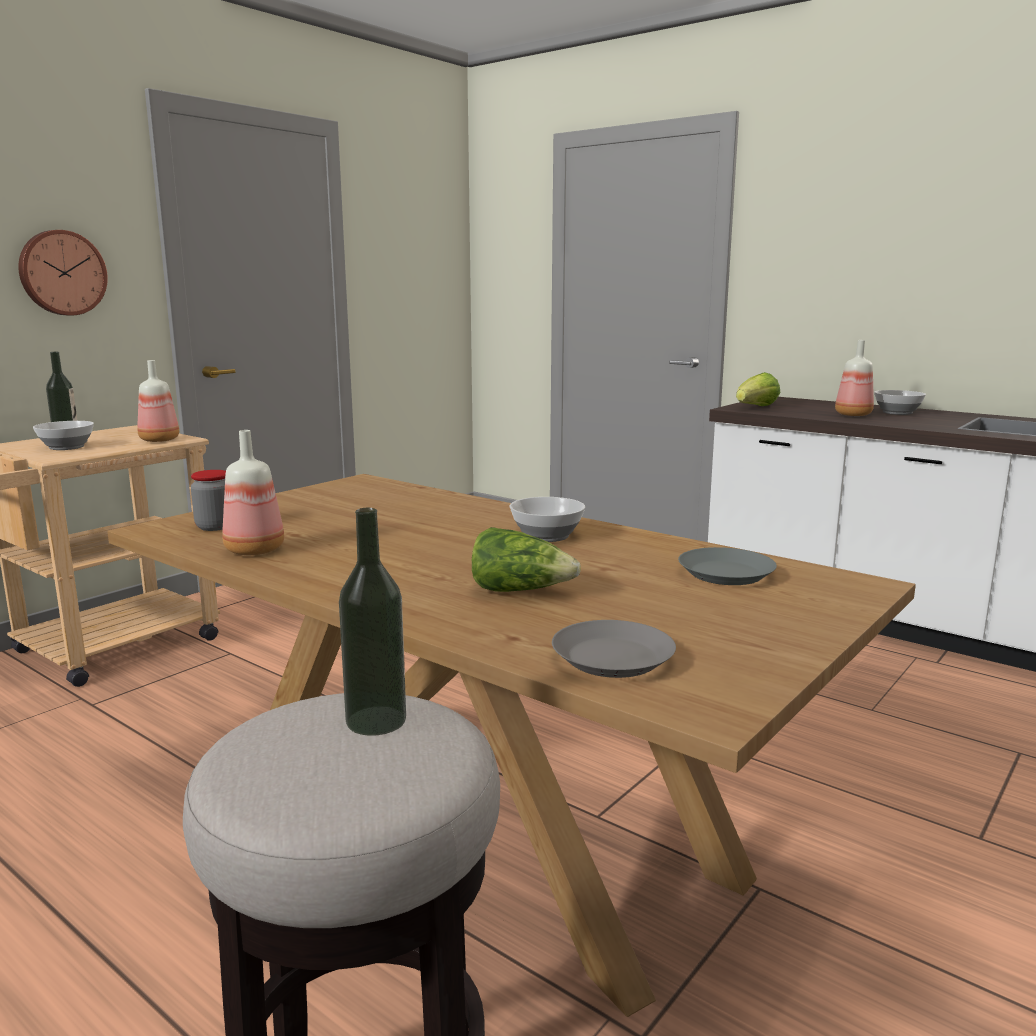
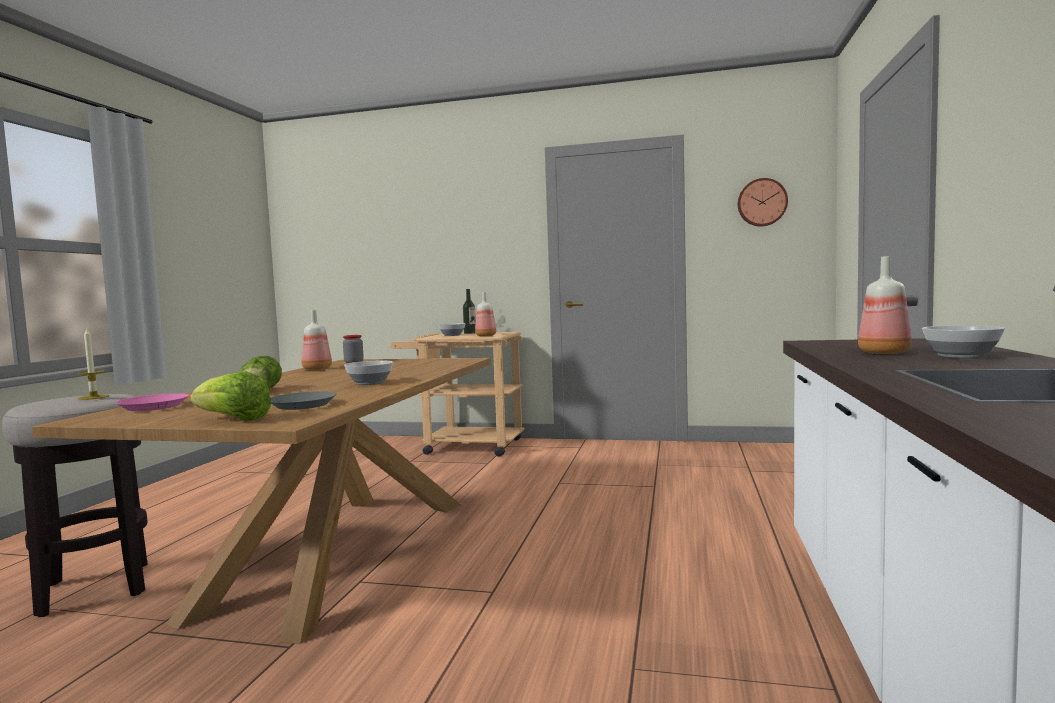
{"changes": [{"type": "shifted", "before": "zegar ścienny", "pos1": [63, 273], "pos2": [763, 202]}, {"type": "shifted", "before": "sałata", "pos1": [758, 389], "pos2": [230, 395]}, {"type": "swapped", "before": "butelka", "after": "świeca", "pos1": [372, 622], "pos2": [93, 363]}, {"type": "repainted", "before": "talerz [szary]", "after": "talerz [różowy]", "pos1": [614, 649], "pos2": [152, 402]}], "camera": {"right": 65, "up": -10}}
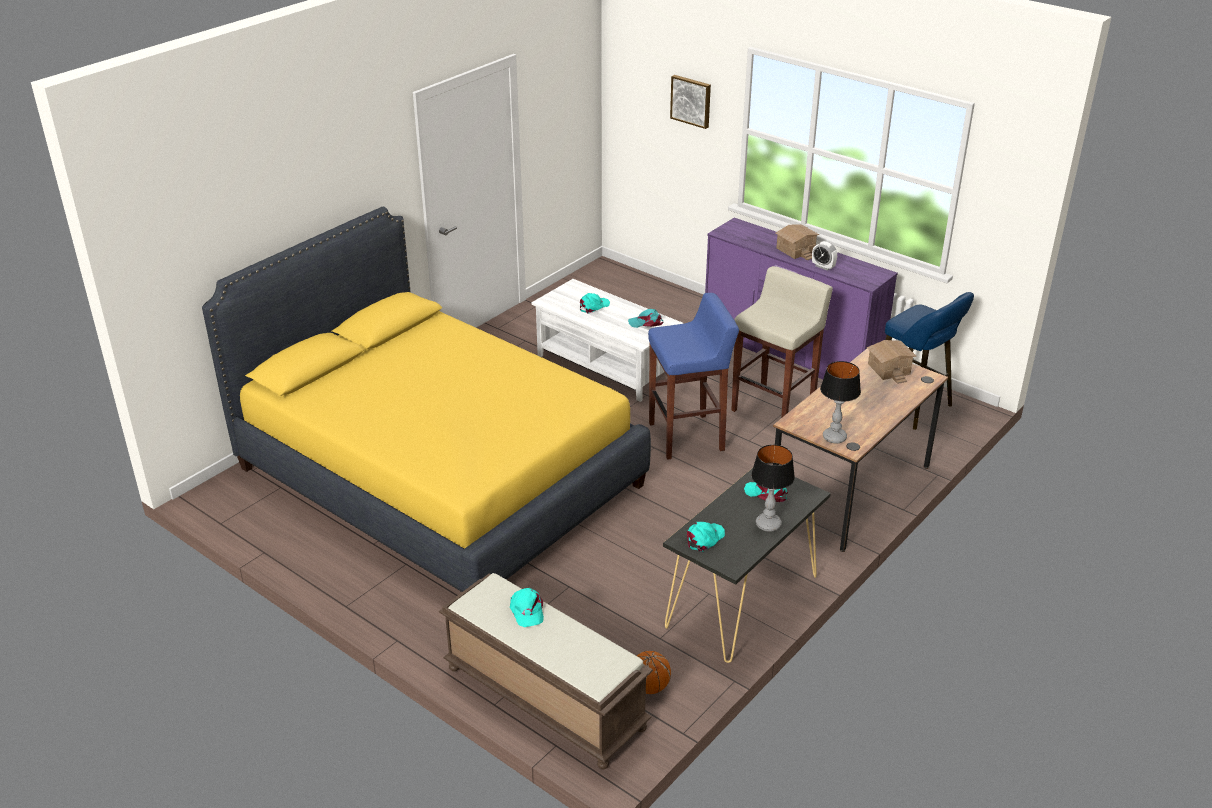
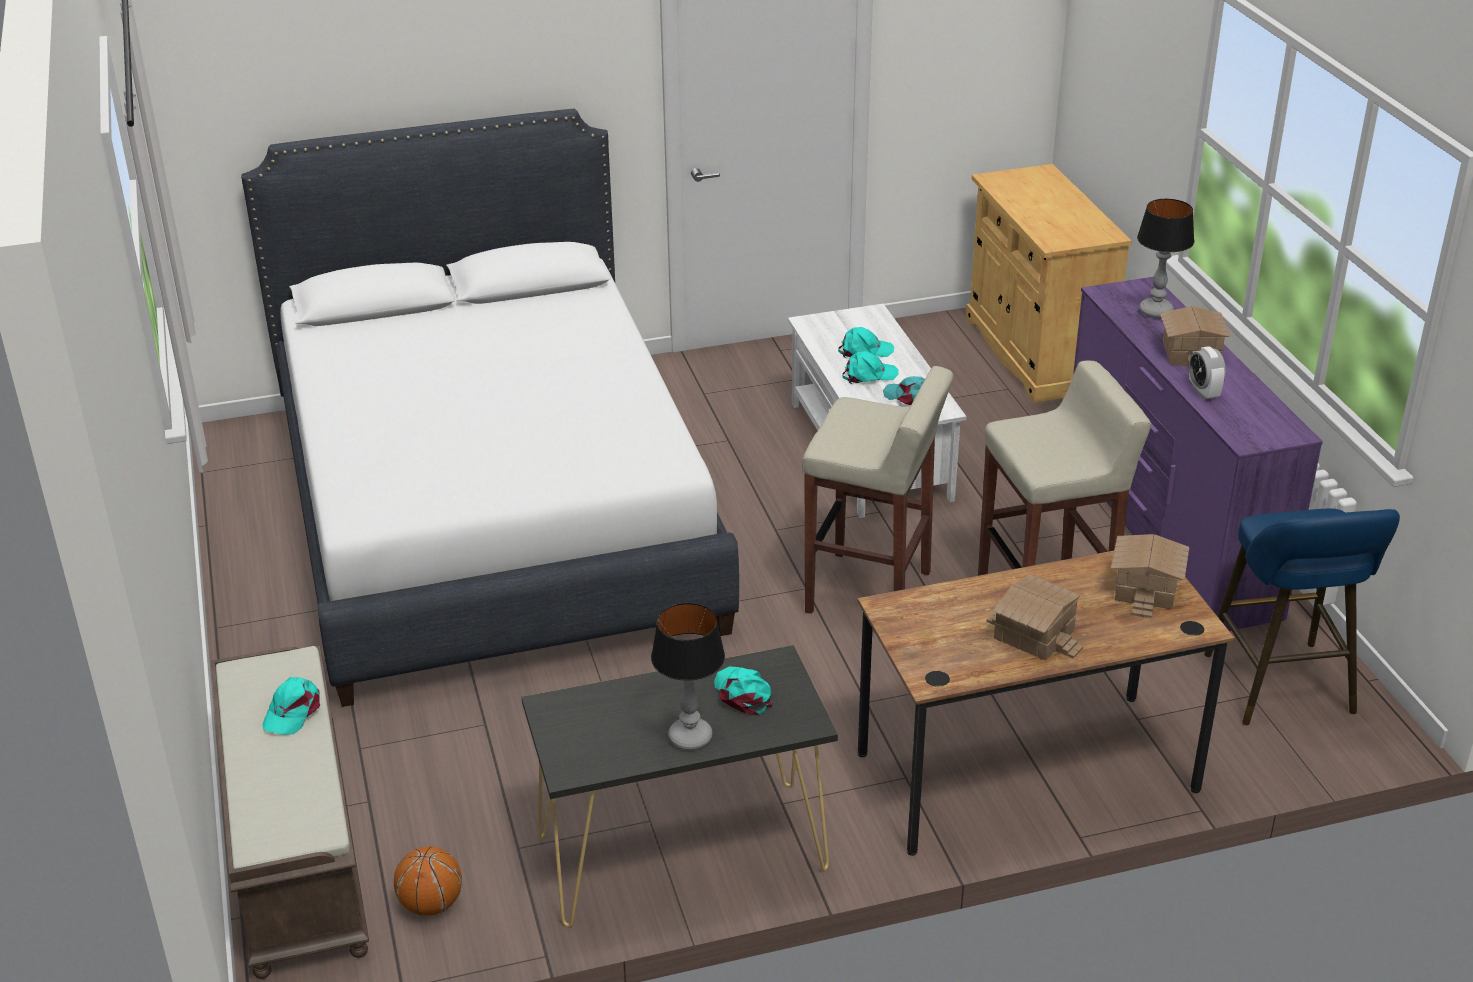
{"changes": [{"type": "gone", "before": "obraz", "pos1": [690, 102]}, {"type": "repainted", "before": "łóżko [żółty]", "after": "łóżko [biały]", "pos1": [426, 399], "pos2": [490, 408]}, {"type": "repainted", "before": "stołek [niebieski]", "after": "stołek [beżowy]", "pos1": [693, 376], "pos2": [877, 490]}, {"type": "shifted", "before": "lampa stołowa", "pos1": [840, 402], "pos2": [1165, 258]}, {"type": "shifted", "before": "czapka z daszkiem [turkusowy]", "pos1": [706, 537], "pos2": [870, 367]}, {"type": "new", "after": "szafka [beżowy]", "pos2": [1049, 283]}, {"type": "new", "after": "domek", "pos2": [1034, 617]}], "camera": {"right": 35, "up": 0}}
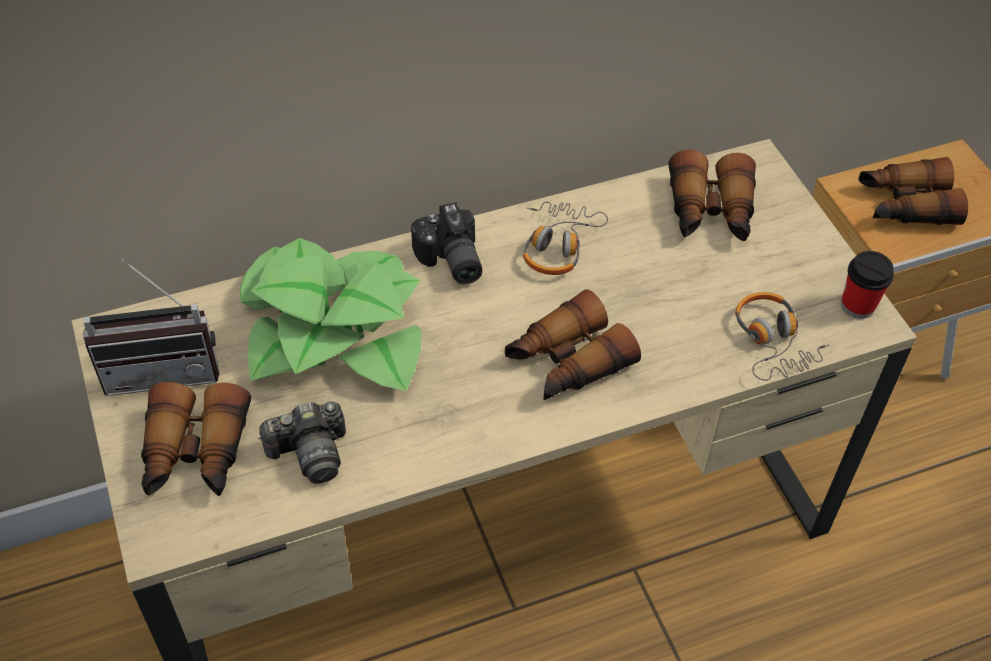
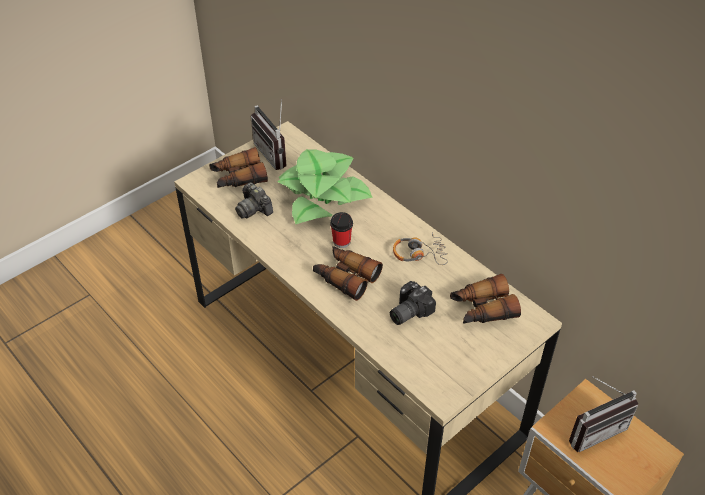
{"changes": [{"type": "swapped", "before": "lornetka", "after": "radio", "pos1": [913, 191], "pos2": [603, 414]}, {"type": "shifted", "before": "aparat fotograficzny", "pos1": [446, 243], "pos2": [413, 303]}, {"type": "shifted", "before": "filiżanka", "pos1": [867, 285], "pos2": [341, 230]}, {"type": "gone", "before": "słuchawki", "pos1": [782, 336]}], "camera": {"right": 70, "up": -5}}
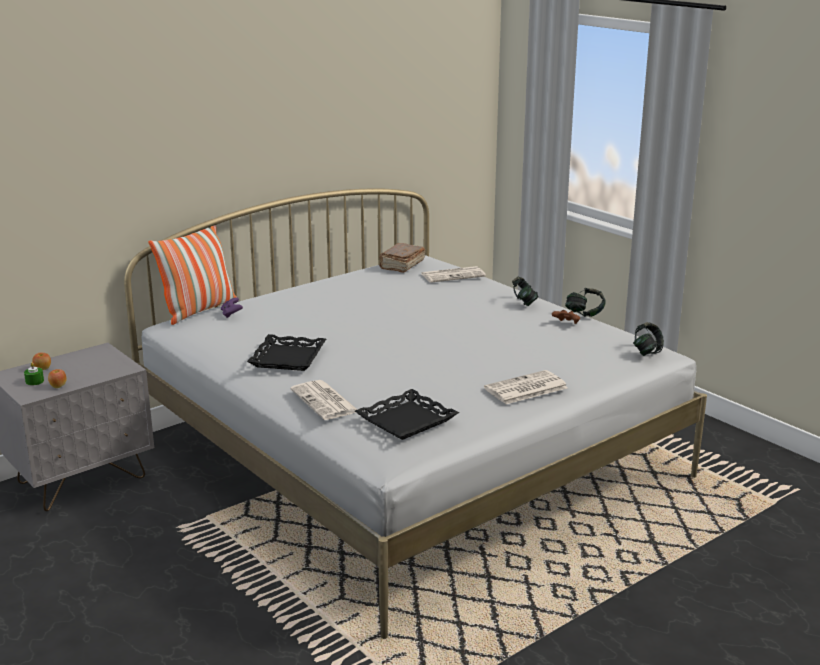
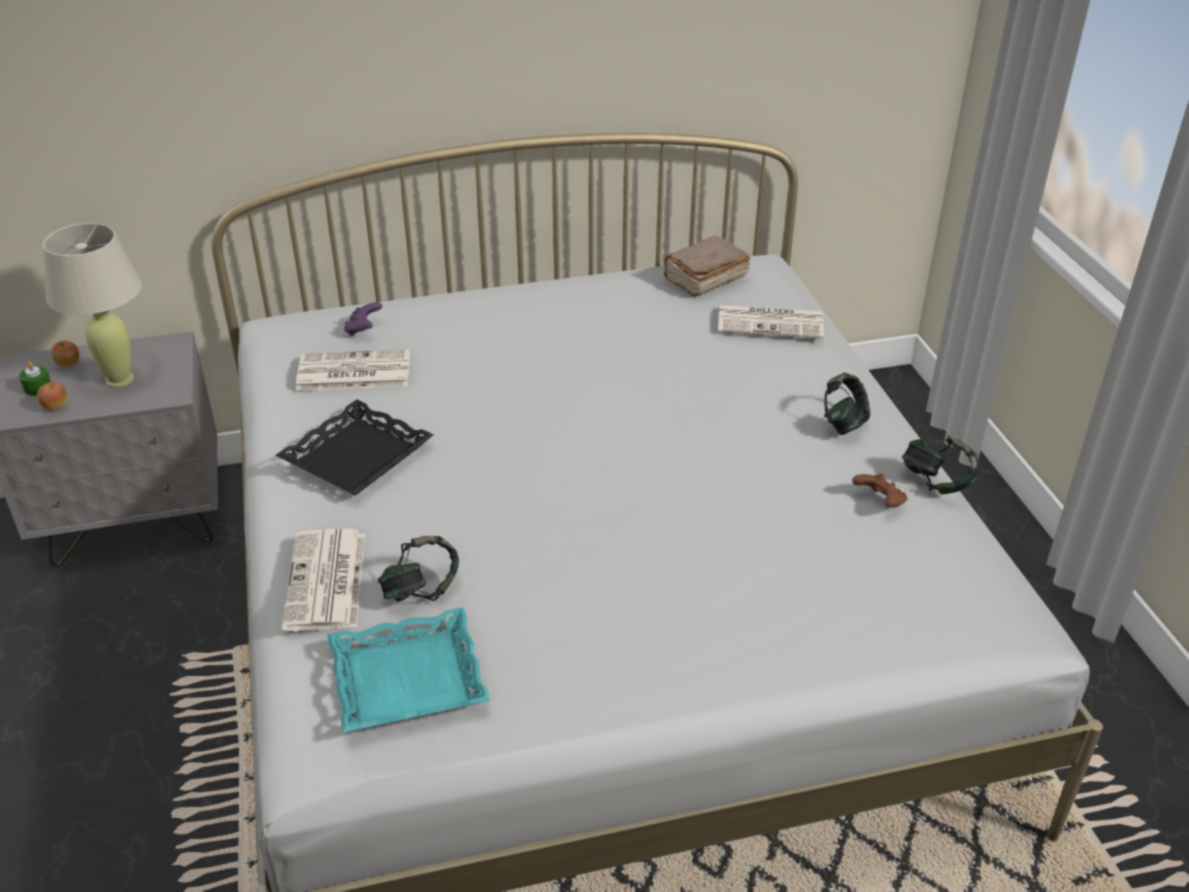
{"changes": [{"type": "gone", "before": "poduszka", "pos1": [192, 275]}, {"type": "shifted", "before": "słuchawki", "pos1": [648, 339], "pos2": [418, 569]}, {"type": "shifted", "before": "gazeta", "pos1": [526, 387], "pos2": [353, 370]}, {"type": "repainted", "before": "taca [czarny]", "after": "taca [turkusowy]", "pos1": [407, 414], "pos2": [408, 670]}, {"type": "new", "after": "lampa stołowa [beżowy]", "pos2": [92, 305]}], "camera": {"right": 25, "up": 15}}
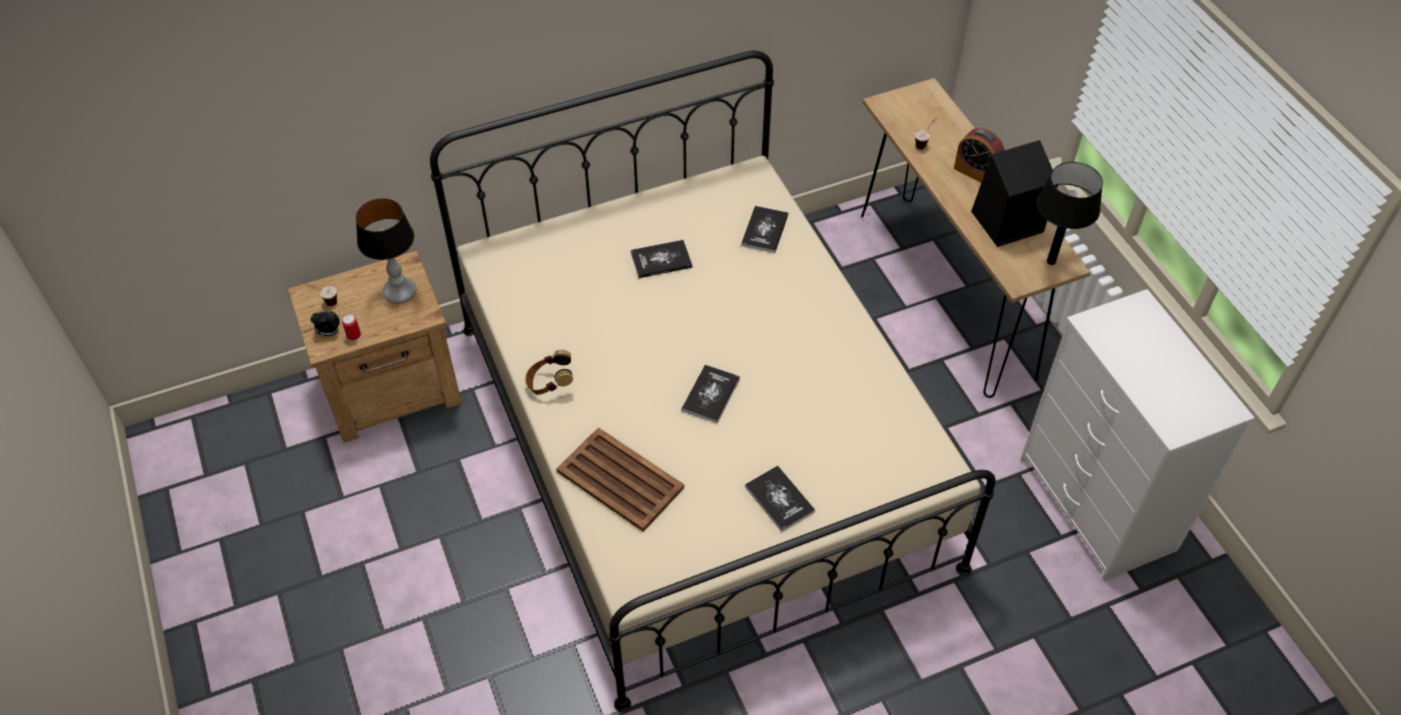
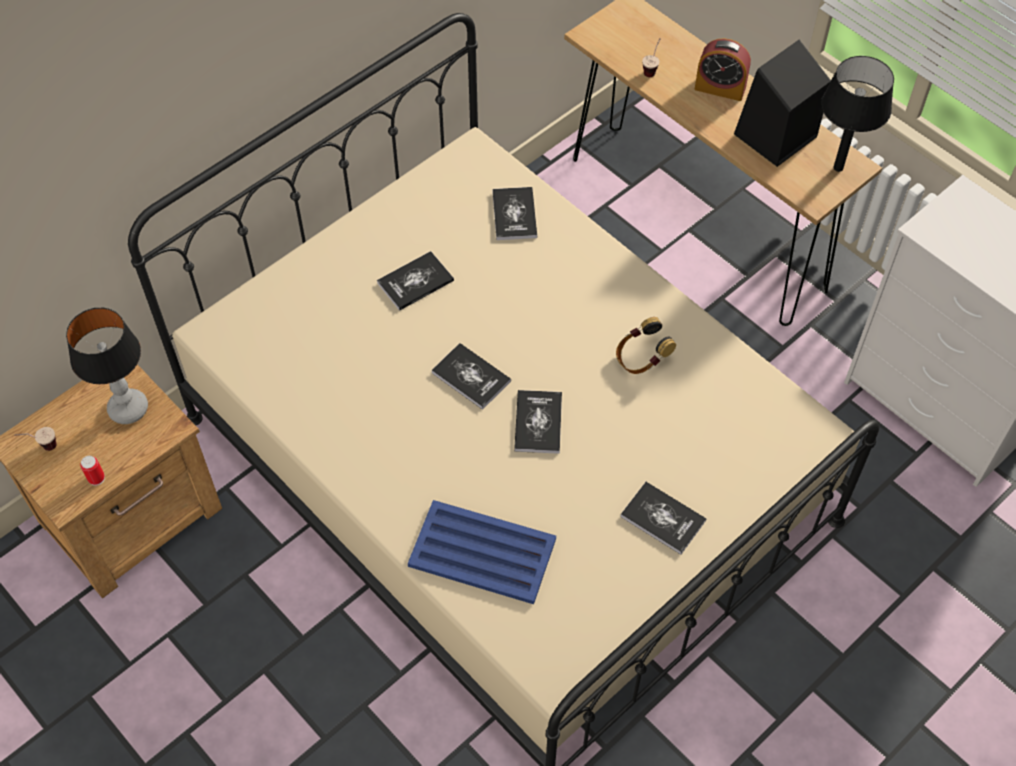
{"changes": [{"type": "gone", "before": "budzik", "pos1": [325, 323]}, {"type": "shifted", "before": "słuchawki", "pos1": [549, 372], "pos2": [646, 345]}, {"type": "repainted", "before": "taca [brązowy]", "after": "taca [niebieski]", "pos1": [620, 479], "pos2": [482, 552]}, {"type": "new", "after": "książka", "pos2": [471, 376]}], "camera": {"right": -20, "up": 5}}
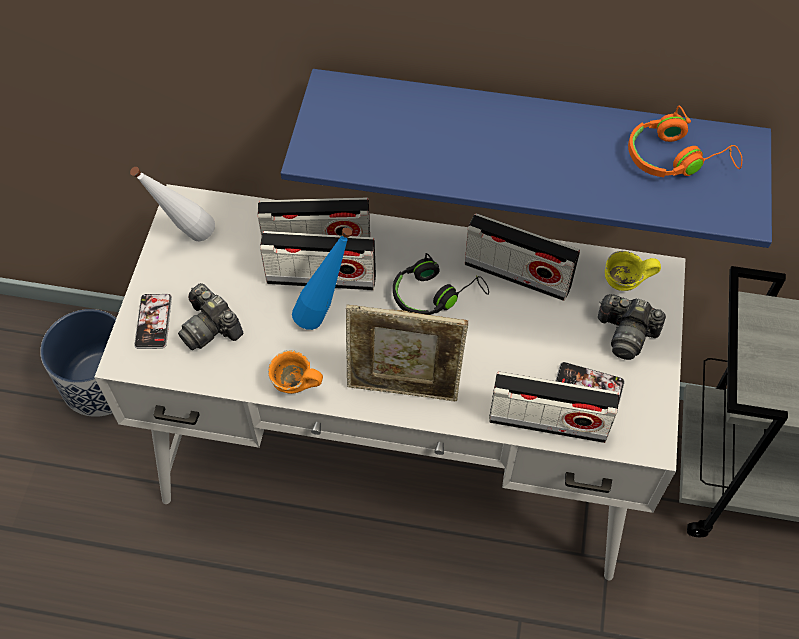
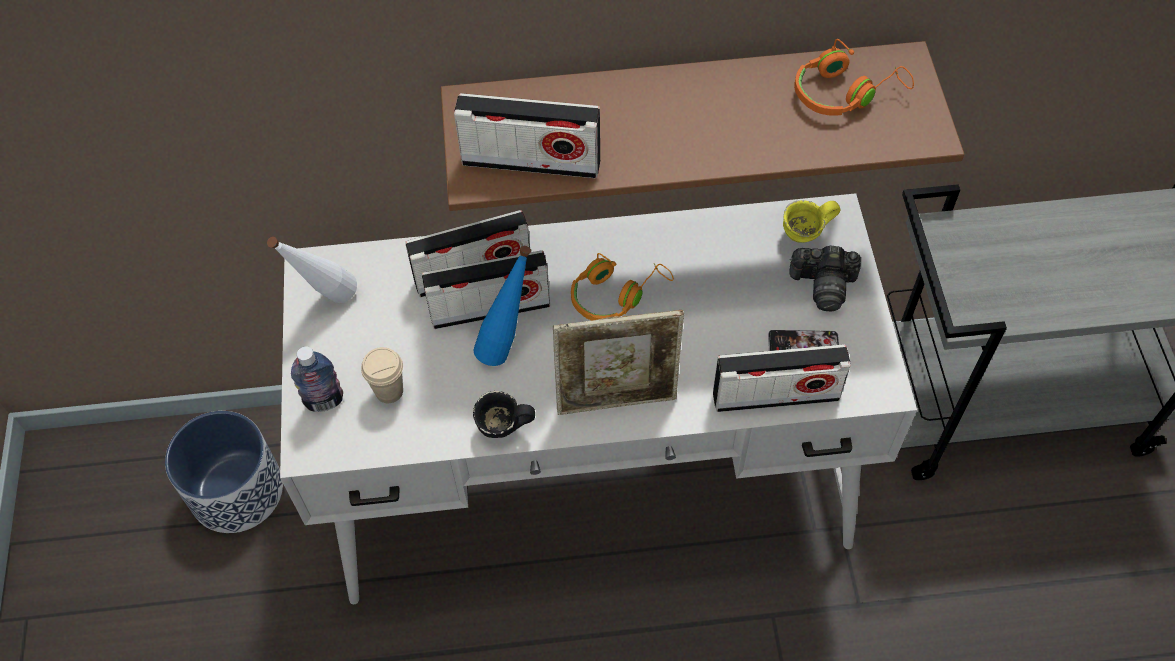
{"changes": [{"type": "repainted", "before": "półka [niebieski]", "after": "półka [brązowy]", "pos1": [526, 158], "pos2": [702, 126]}, {"type": "shifted", "before": "radio", "pos1": [522, 257], "pos2": [527, 135]}, {"type": "repainted", "before": "słuchawki [czarny]", "after": "słuchawki [pomarańczowy]", "pos1": [441, 284], "pos2": [622, 287]}, {"type": "swapped", "before": "aparat fotograficzny", "after": "filiżanka [beżowy]", "pos1": [210, 316], "pos2": [382, 375]}, {"type": "swapped", "before": "telefon", "after": "butelka", "pos1": [153, 321], "pos2": [317, 379]}, {"type": "repainted", "before": "kubek [pomarańczowy]", "after": "kubek [czarny]", "pos1": [295, 372], "pos2": [504, 414]}], "camera": {"right": -15, "up": 0}}
